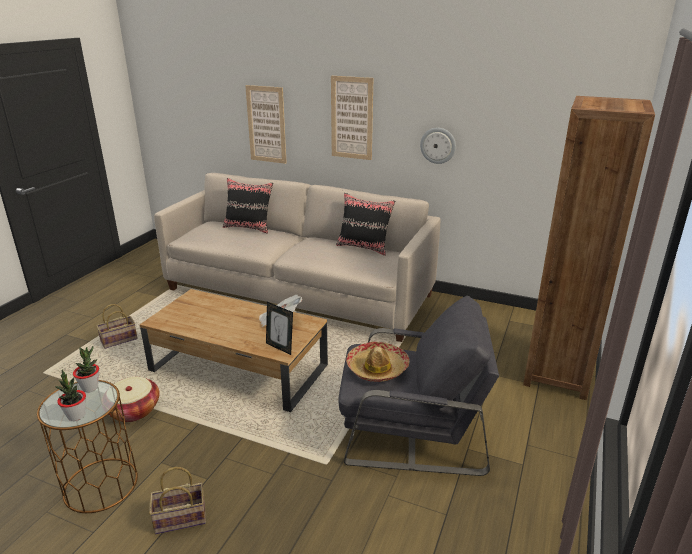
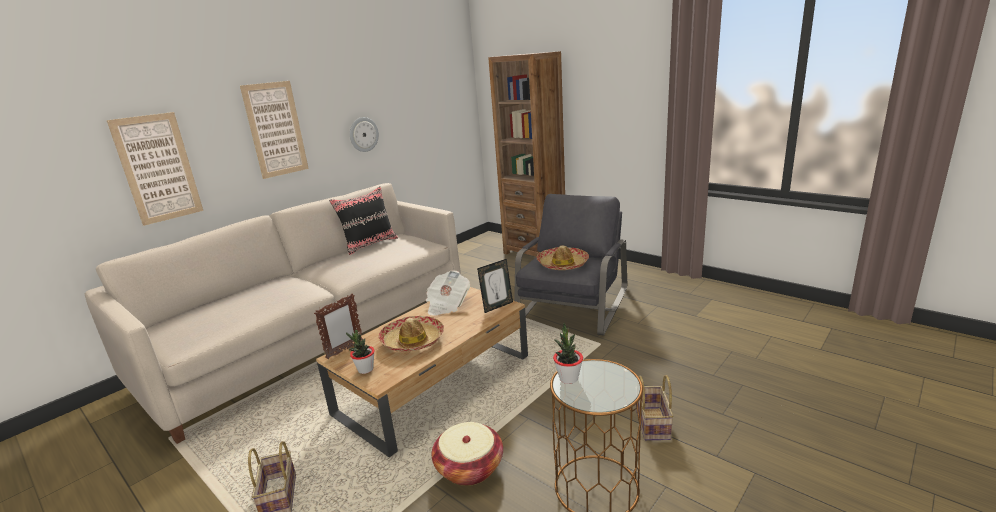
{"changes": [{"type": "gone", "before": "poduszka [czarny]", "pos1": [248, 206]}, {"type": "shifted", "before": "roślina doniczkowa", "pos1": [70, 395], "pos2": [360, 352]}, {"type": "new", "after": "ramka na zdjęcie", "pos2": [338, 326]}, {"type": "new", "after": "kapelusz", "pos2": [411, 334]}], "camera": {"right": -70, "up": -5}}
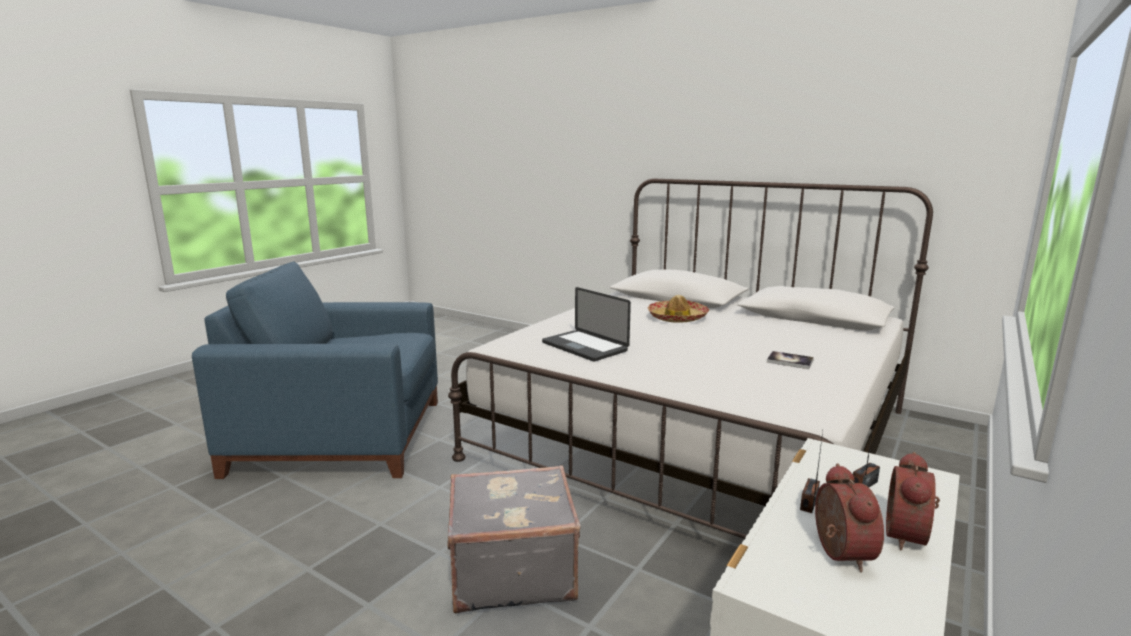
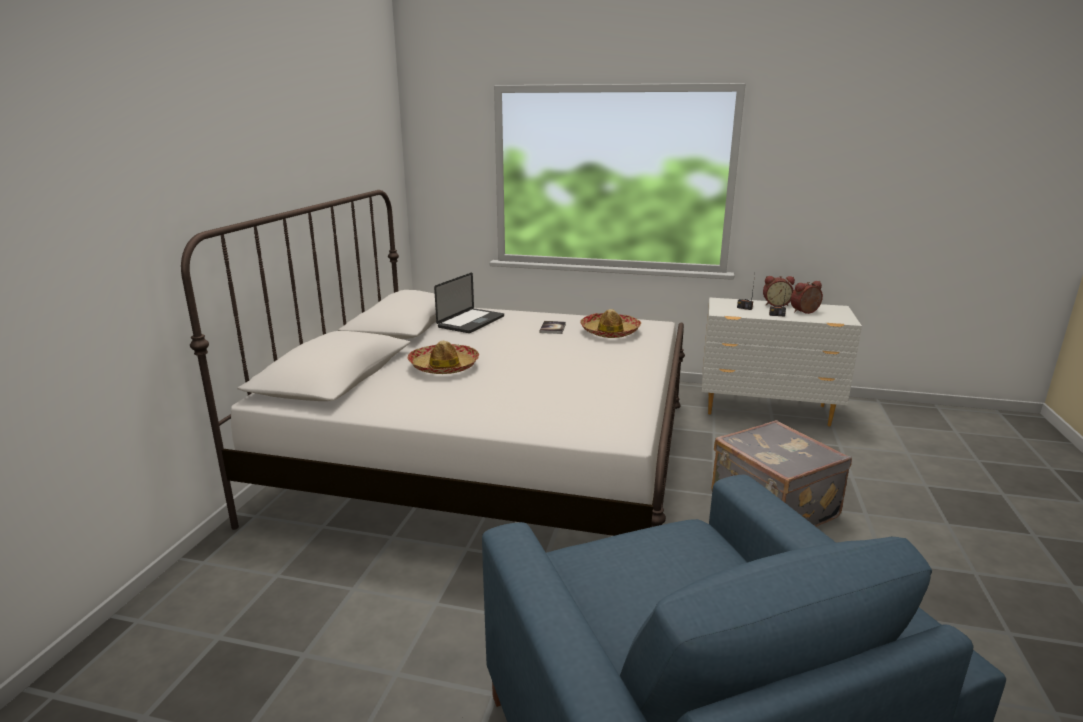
{"changes": [{"type": "shifted", "before": "laptop", "pos1": [586, 324], "pos2": [469, 303]}, {"type": "new", "after": "kapelusz", "pos2": [610, 323]}], "camera": {"right": -110, "up": 5}}
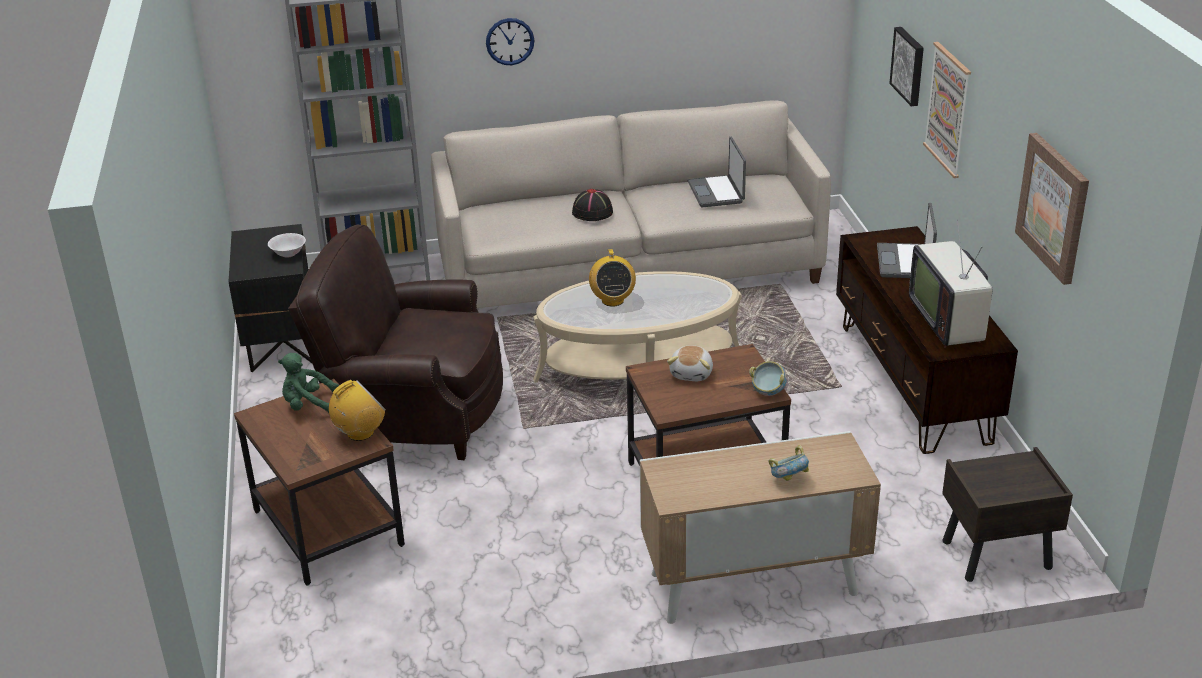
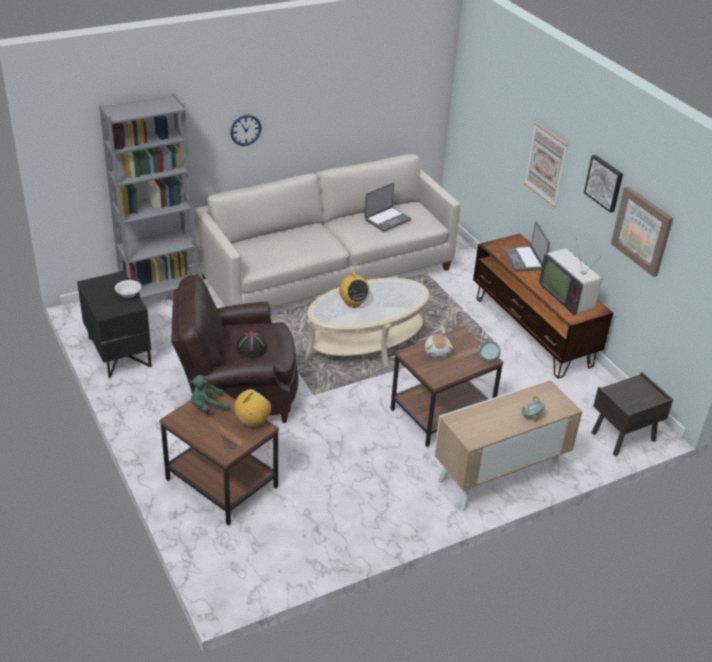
{"changes": [{"type": "shifted", "before": "obraz", "pos1": [906, 66], "pos2": [603, 184]}, {"type": "rotated", "before": "laptop", "pos1": [716, 172], "pos2": [387, 207], "turn": -105}, {"type": "shifted", "before": "kapelusz [czarny]", "pos1": [592, 205], "pos2": [251, 344]}], "camera": {"right": -20, "up": 5}}
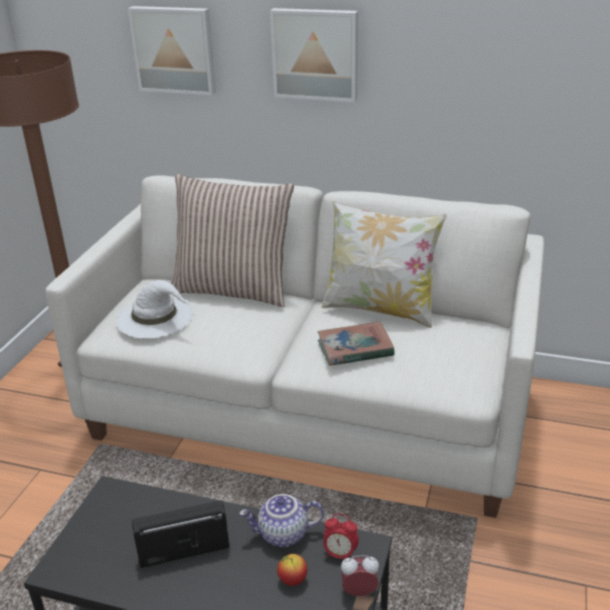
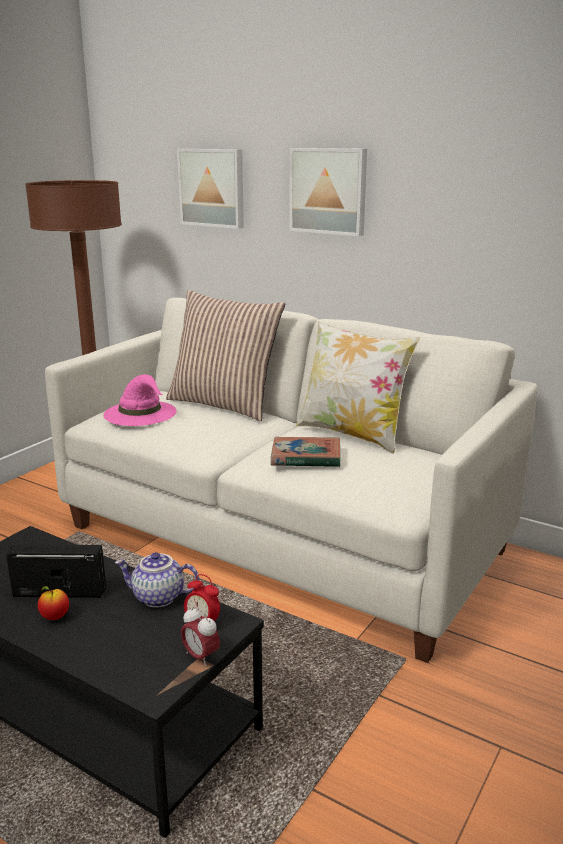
{"changes": [{"type": "repainted", "before": "kapelusz [biały]", "after": "kapelusz [różowy]", "pos1": [154, 309], "pos2": [140, 400]}, {"type": "shifted", "before": "jabłko", "pos1": [292, 570], "pos2": [53, 603]}, {"type": "rotated", "before": "budzik", "pos1": [360, 575], "pos2": [200, 636], "turn": -150}], "camera": {"right": 15, "up": -10}}
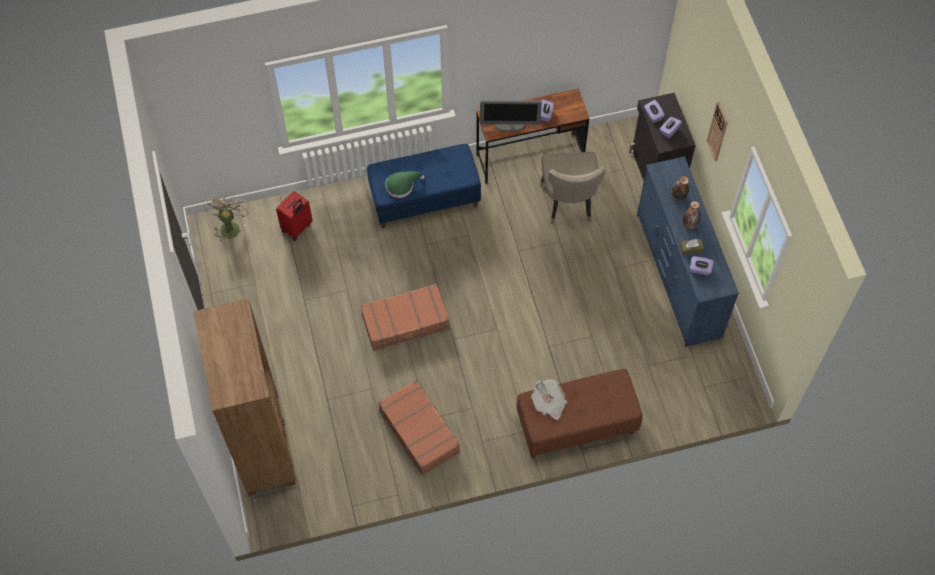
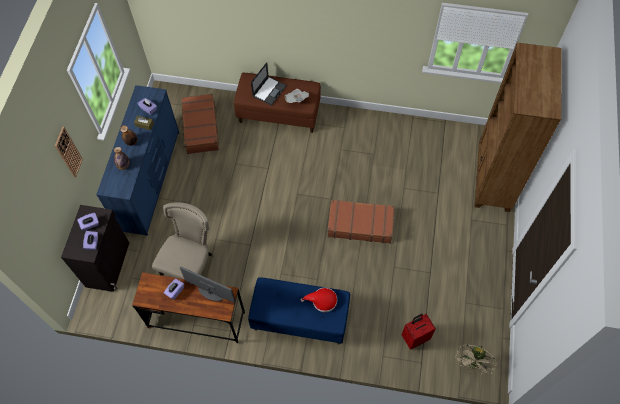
{"changes": [{"type": "repainted", "before": "kapelusz [zielony]", "after": "kapelusz [czerwony]", "pos1": [405, 184], "pos2": [319, 300]}, {"type": "shifted", "before": "walizka [brązowy]", "pos1": [419, 427], "pos2": [200, 124]}, {"type": "new", "after": "laptop", "pos2": [269, 84]}], "camera": {"right": -155, "up": 0}}
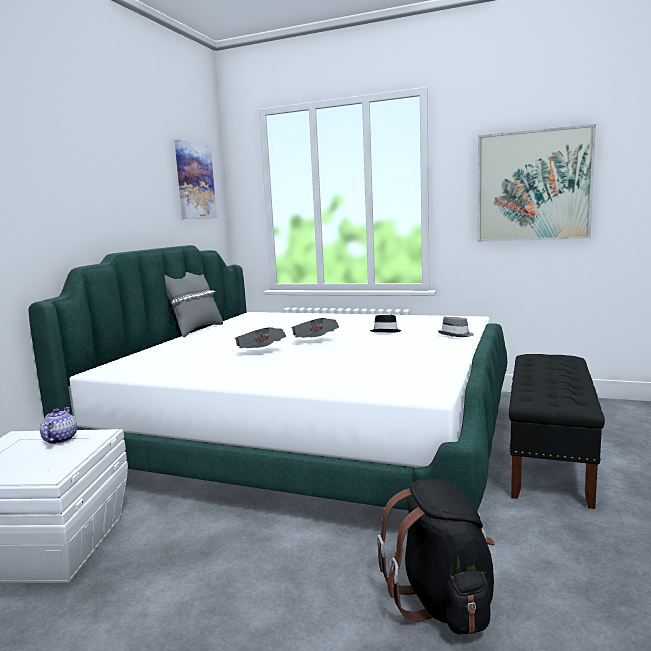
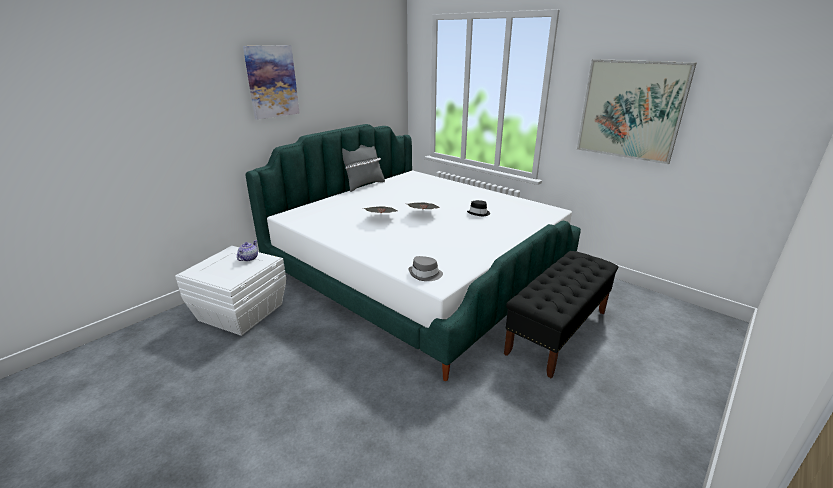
{"changes": [{"type": "shifted", "before": "obraz", "pos1": [195, 179], "pos2": [271, 82]}, {"type": "shifted", "before": "kapelusz [szary]", "pos1": [456, 327], "pos2": [425, 268]}, {"type": "gone", "before": "plecak [czarny]", "pos1": [436, 557]}], "camera": {"right": 20, "up": 15}}
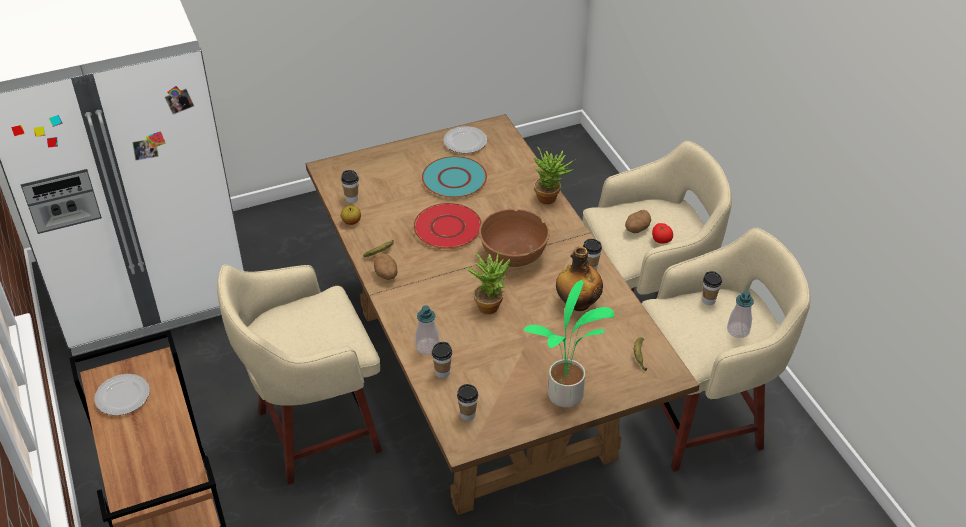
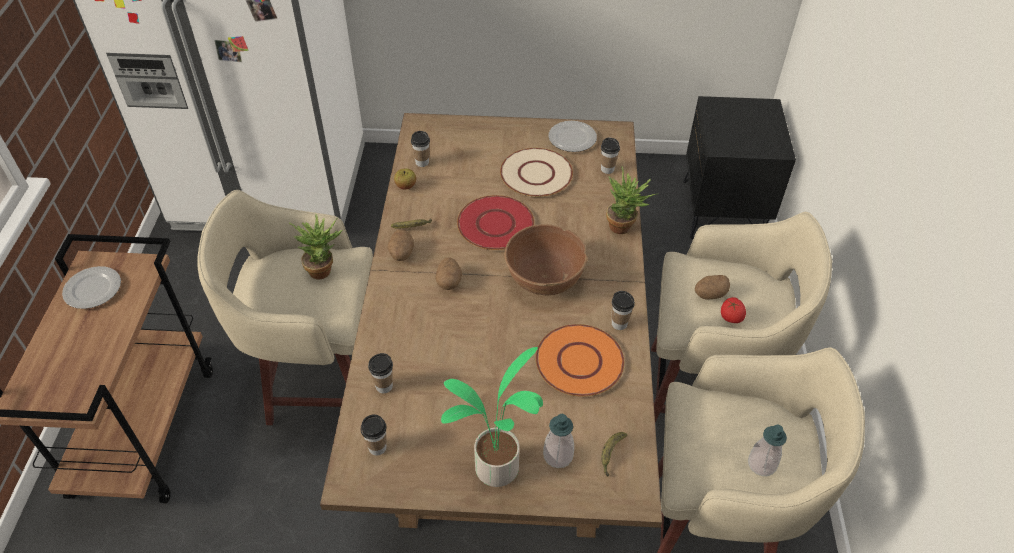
{"changes": [{"type": "repainted", "before": "talerz [turkusowy]", "after": "talerz [beżowy]", "pos1": [454, 177], "pos2": [536, 172]}, {"type": "swapped", "before": "butelka", "after": "talerz [pomarańczowy]", "pos1": [579, 278], "pos2": [579, 360]}, {"type": "shifted", "before": "roślina doniczkowa", "pos1": [488, 282], "pos2": [315, 247]}, {"type": "shifted", "before": "filiżanka", "pos1": [712, 288], "pos2": [610, 156]}, {"type": "shifted", "before": "dozownik mydła", "pos1": [427, 330], "pos2": [558, 441]}, {"type": "new", "after": "szafka nocna [czarny]", "pos2": [739, 167]}, {"type": "new", "after": "ziemniak", "pos2": [448, 273]}], "camera": {"right": 25, "up": 5}}
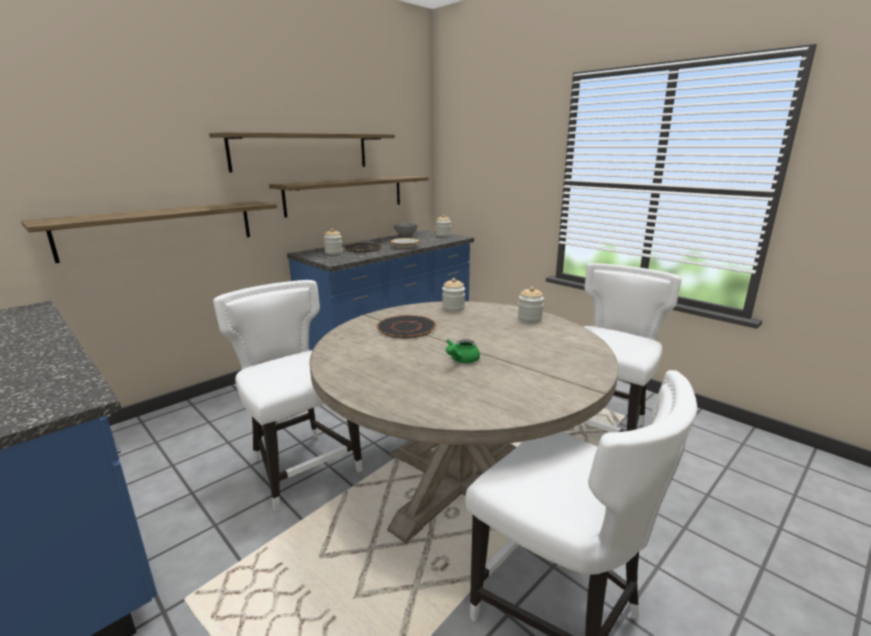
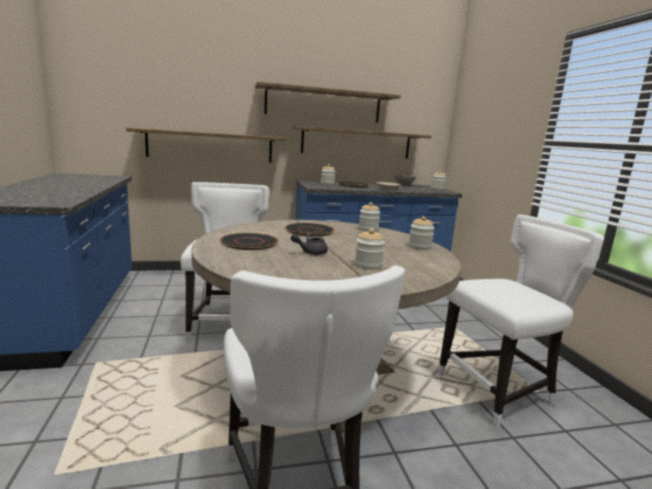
{"changes": [{"type": "repainted", "before": "imbryk [zielony]", "after": "imbryk [szary]", "pos1": [463, 351], "pos2": [309, 244]}, {"type": "new", "after": "słoik", "pos2": [370, 249]}, {"type": "new", "after": "talerz [czarny]", "pos2": [249, 241]}], "camera": {"right": 30, "up": -5}}
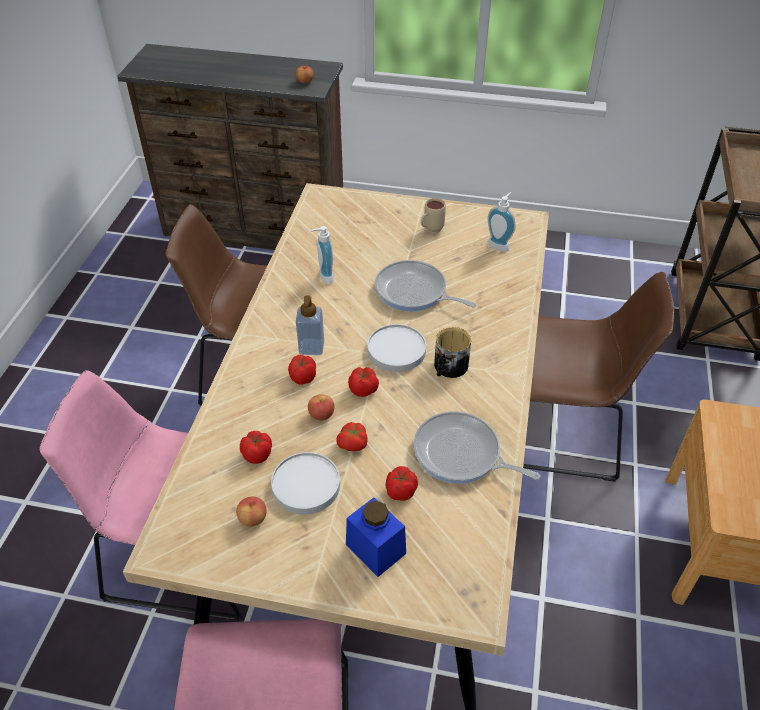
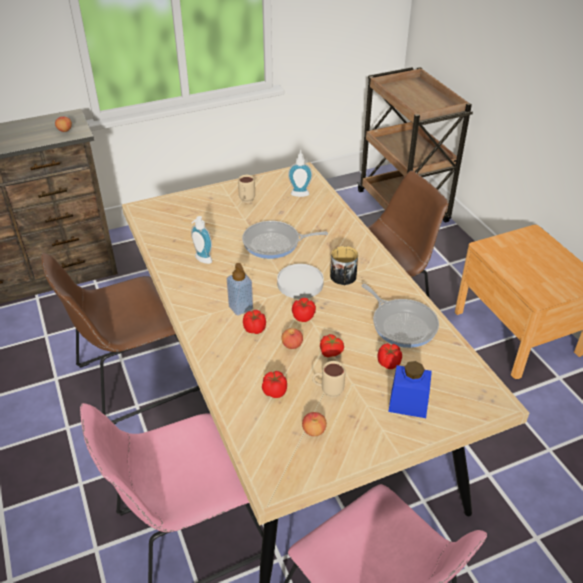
{"changes": [{"type": "rotated", "before": "patelnia", "pos1": [477, 447], "pos2": [400, 316], "turn": -120}, {"type": "swapped", "before": "talerz [biały]", "after": "kubek [beżowy]", "pos1": [305, 483], "pos2": [328, 379]}], "camera": {"right": -35, "up": -5}}
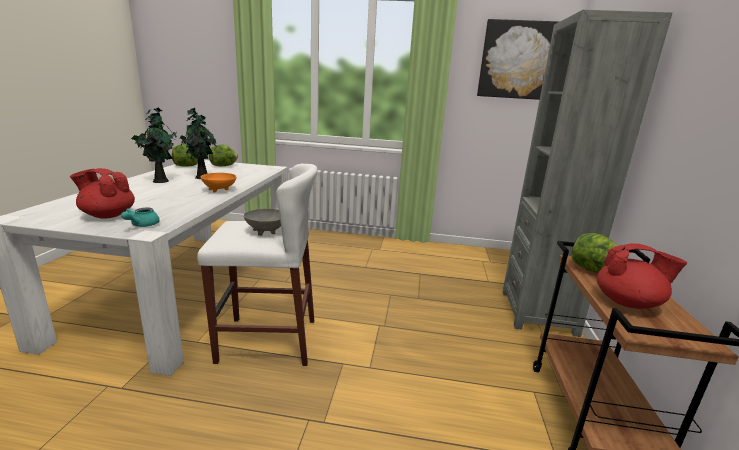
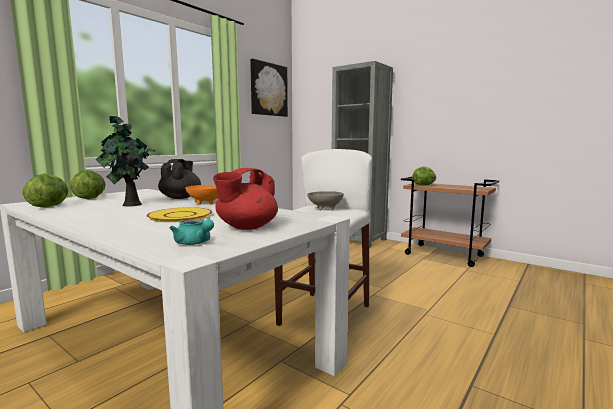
{"changes": [{"type": "gone", "before": "roślina doniczkowa", "pos1": [154, 145]}, {"type": "shifted", "before": "imbryk [turkusowy]", "pos1": [140, 217], "pos2": [192, 232]}, {"type": "gone", "before": "imbryk [czerwony]", "pos1": [642, 276]}, {"type": "new", "after": "imbryk [czarny]", "pos2": [179, 179]}, {"type": "new", "after": "talerz [żółty]", "pos2": [179, 214]}], "camera": {"right": -60, "up": -10}}
